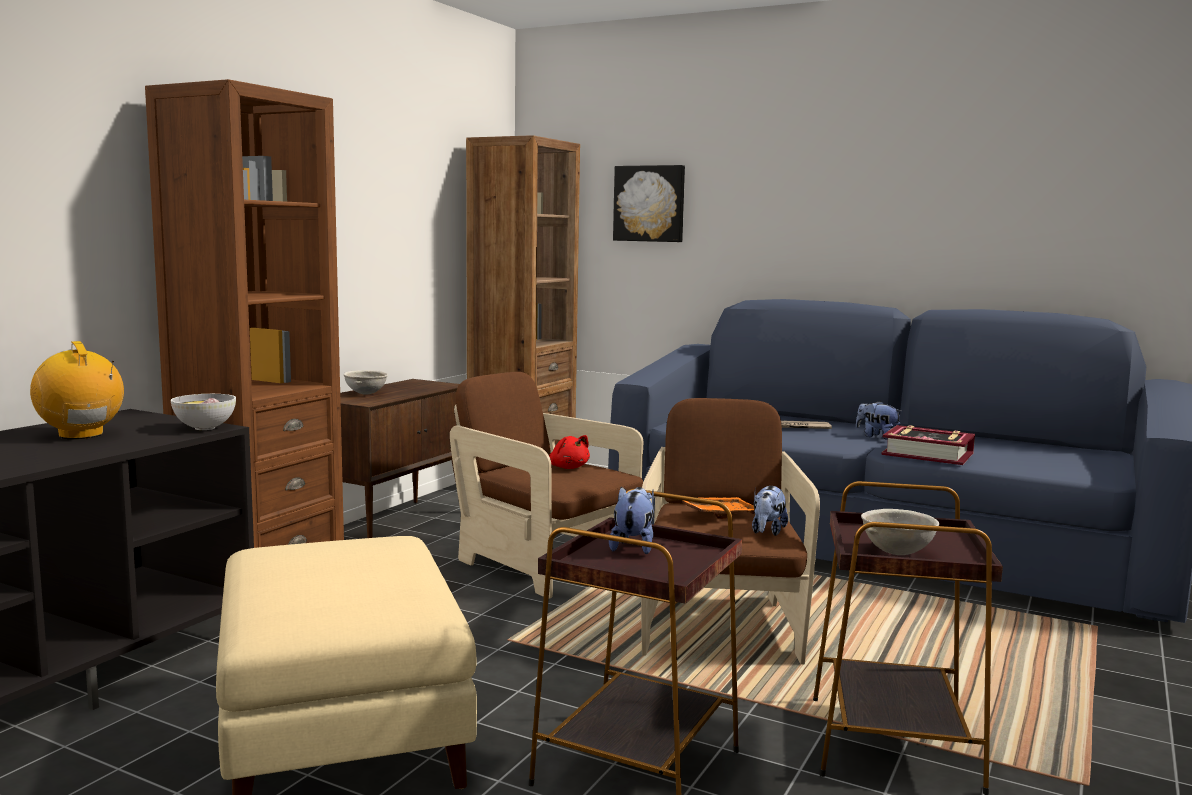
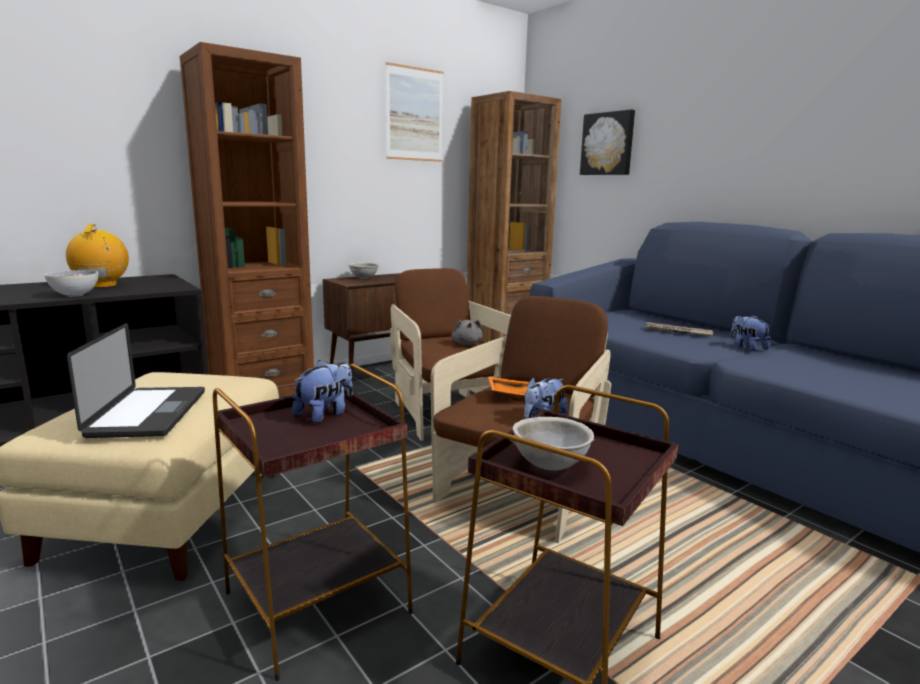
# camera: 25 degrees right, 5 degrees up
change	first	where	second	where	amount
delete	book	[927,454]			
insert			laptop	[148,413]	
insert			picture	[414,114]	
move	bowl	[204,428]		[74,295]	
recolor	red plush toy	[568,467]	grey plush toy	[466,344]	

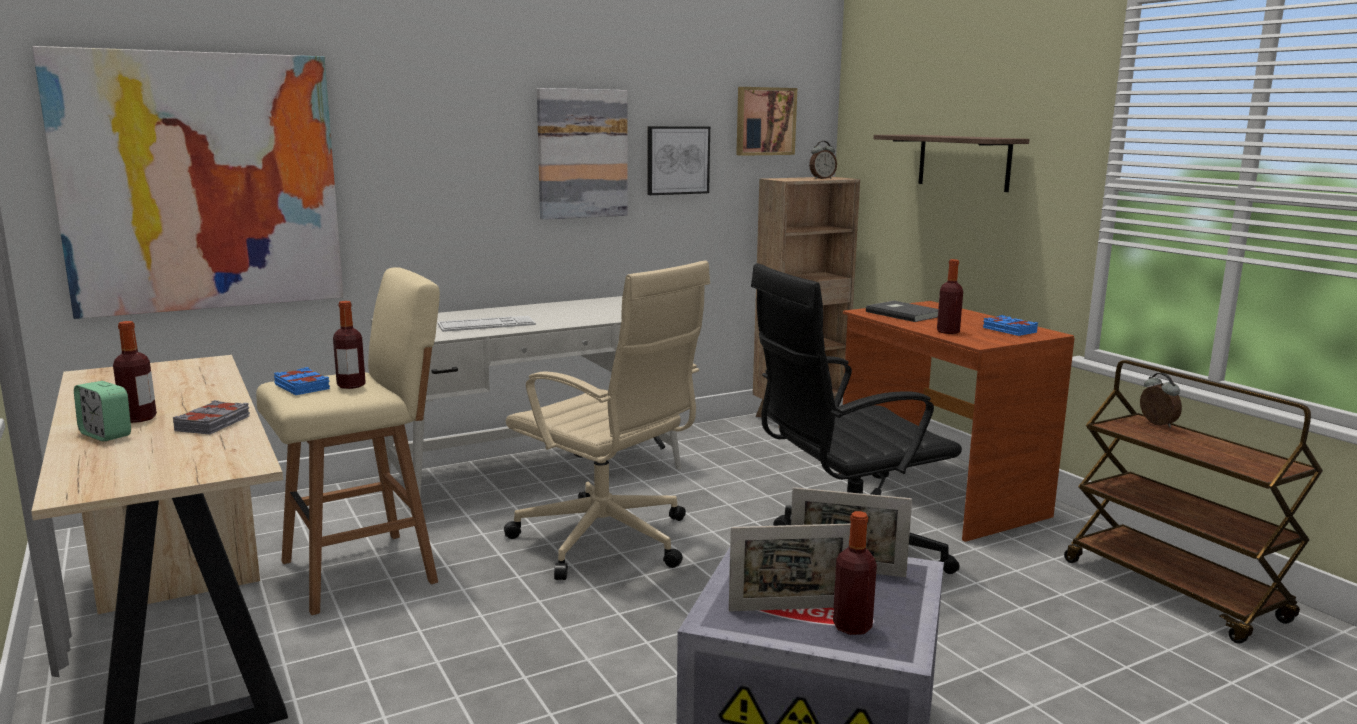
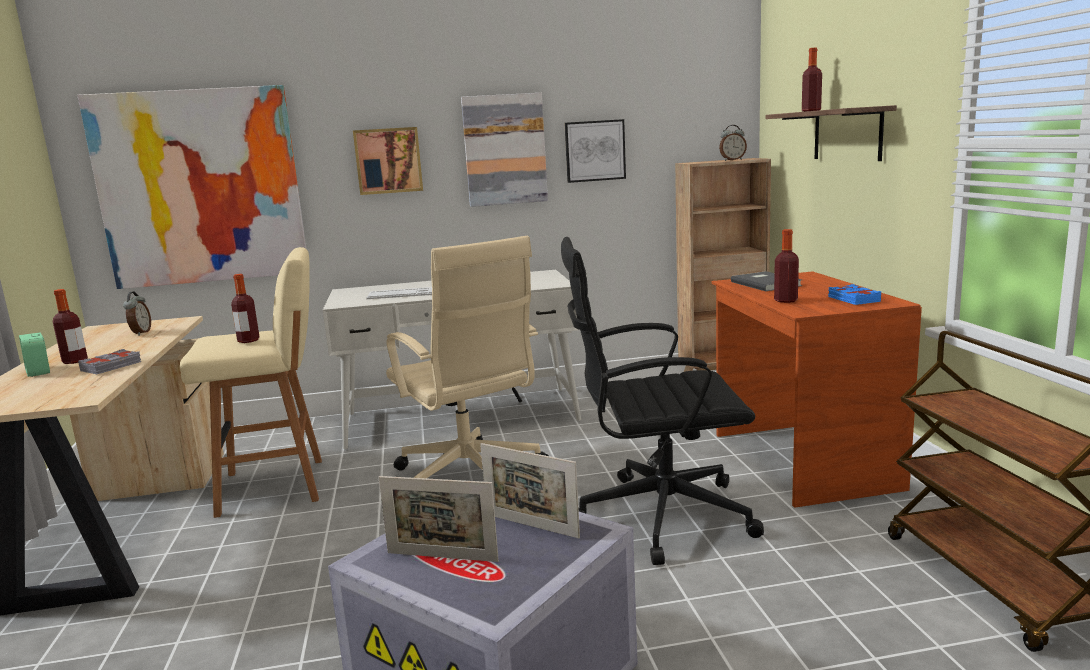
# camera: 20 degrees right, 0 degrees up
change	first	where	second	where	amount
delete	blue book	[303,387]			
move	picture	[764,121]		[388,160]	
move	bottle	[852,626]		[811,111]	
move	alarm clock	[1156,424]		[140,333]	

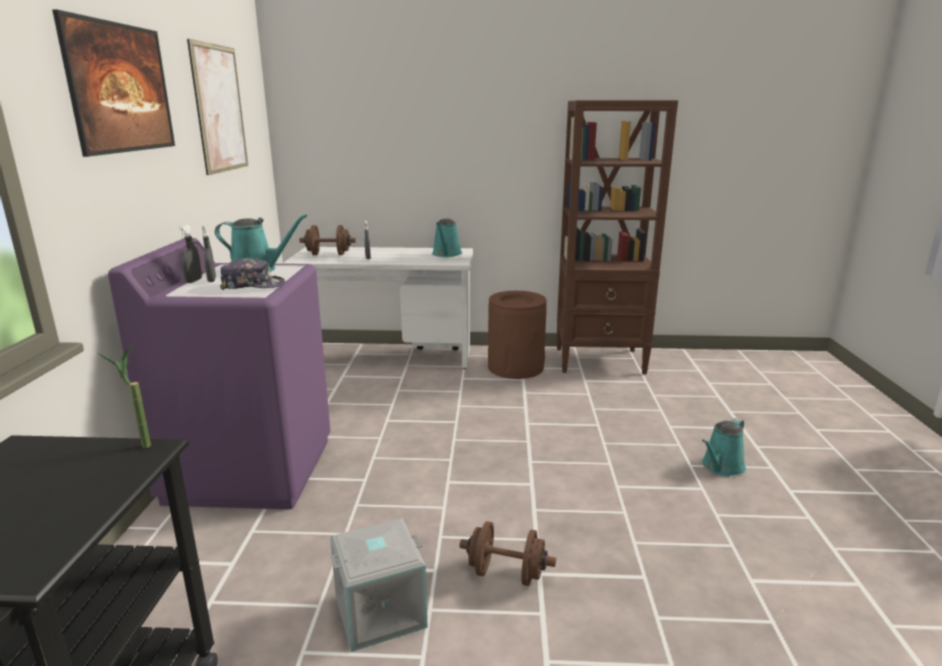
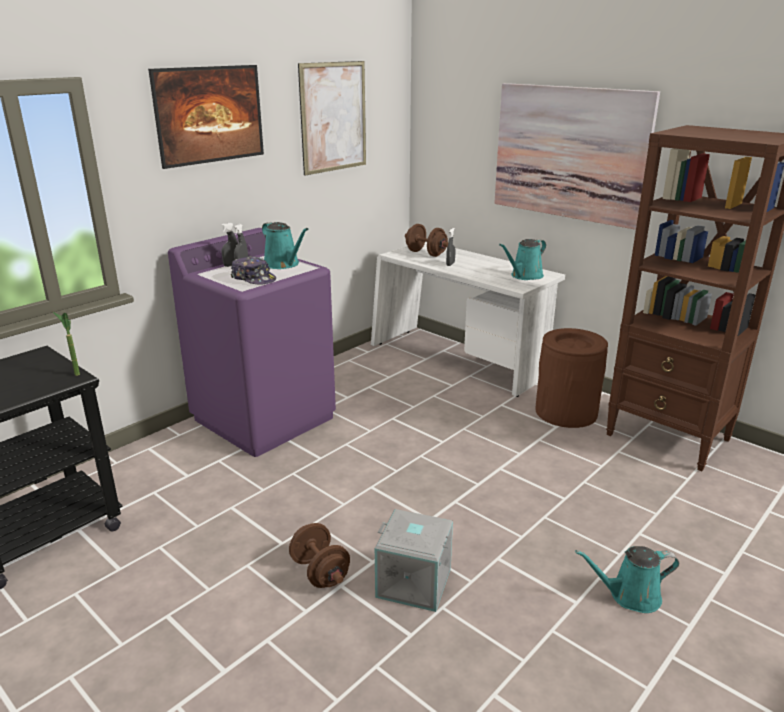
# camera: 40 degrees right, 5 degrees up
change	first	where	second	where	amount
insert			picture	[569,153]	
move	grey storage box	[380,610]		[414,581]	

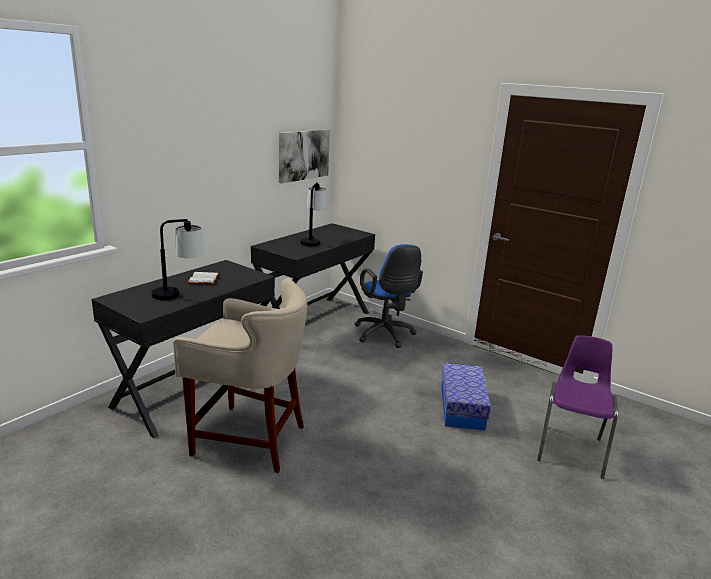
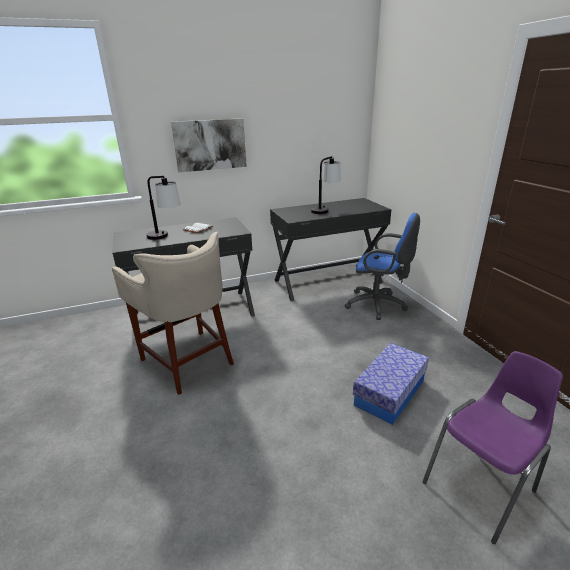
# camera: 35 degrees right, 5 degrees up
change	first	where	second	where	amount
move	picture	[303,155]		[210,145]	
rotate	blue office chair	[385,335]		[378,305]	75 degrees counterclockwise

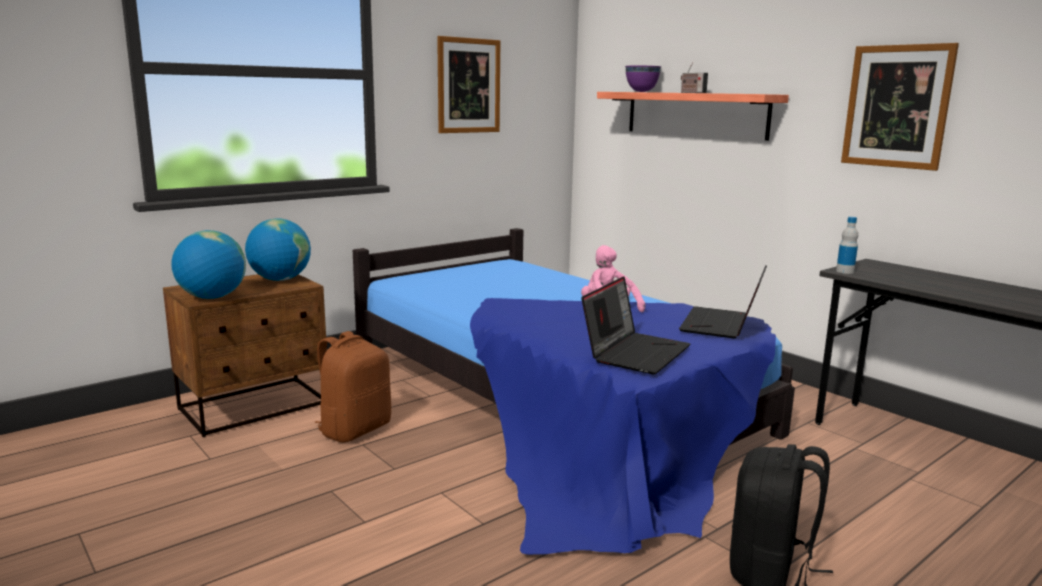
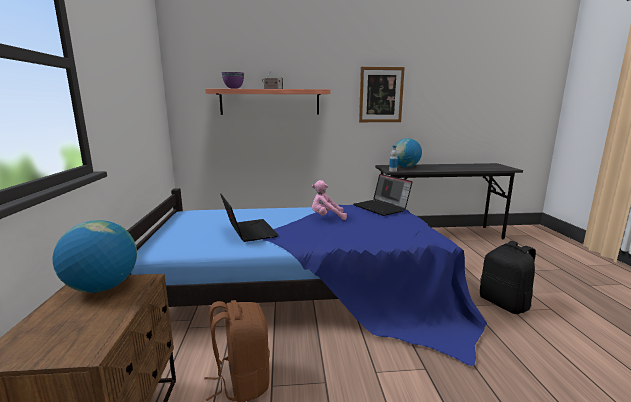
# camera: 55 degrees left, 0 degrees up
change	first	where	second	where	amount
delete	picture	[468,86]			
move	globe	[212,297]		[405,167]	
move	laptop	[635,352]		[248,231]	

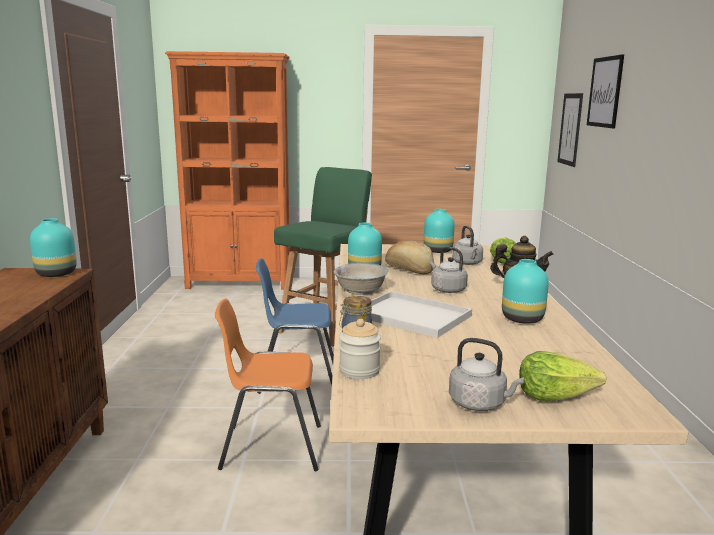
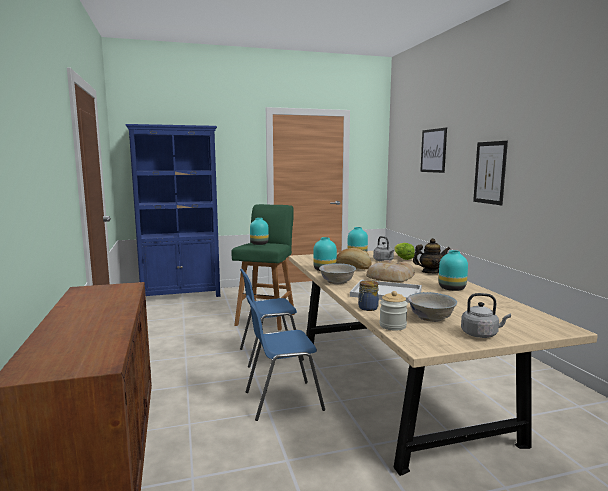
# camera: 15 degrees left, 5 degrees down
change	first	where	second	where	amount
delete	lettuce	[554,396]			
insert			white bowl	[431,317]	
move	turquoise vase	[56,273]		[259,244]	
move	picture	[570,129]		[490,172]	
replace	grey kettle	[446,289]	bread	[389,276]	
recolor	orange bookcase	[239,283]	blue bookcase	[182,295]	
recolor	orange chair	[271,447]	blue chair	[282,400]	

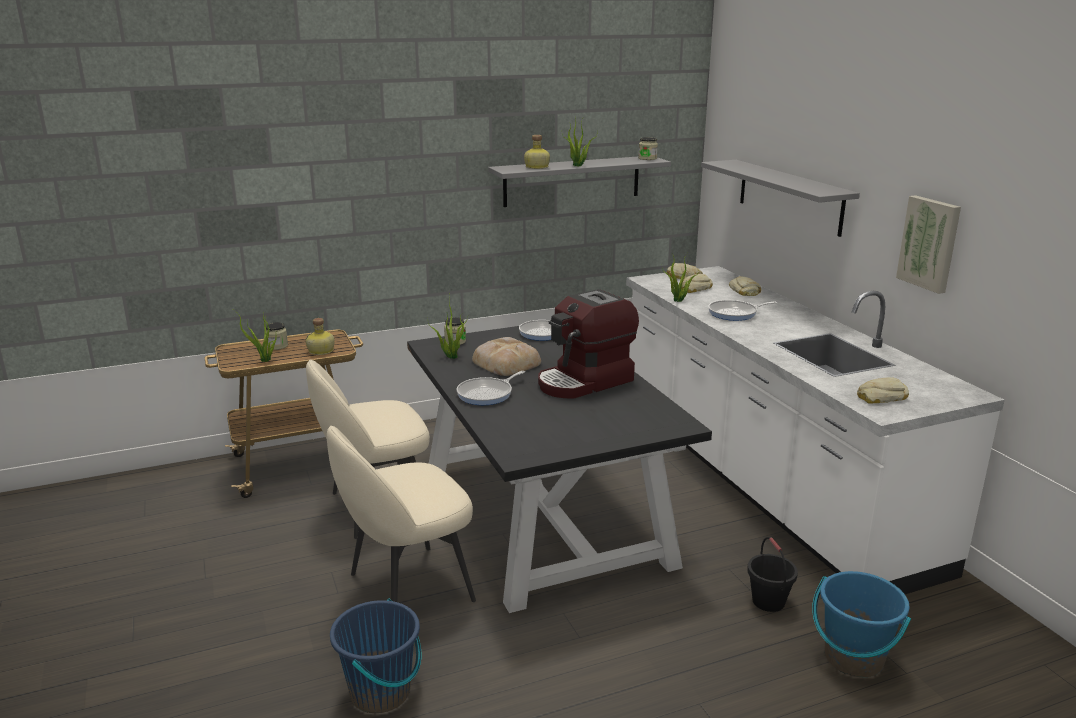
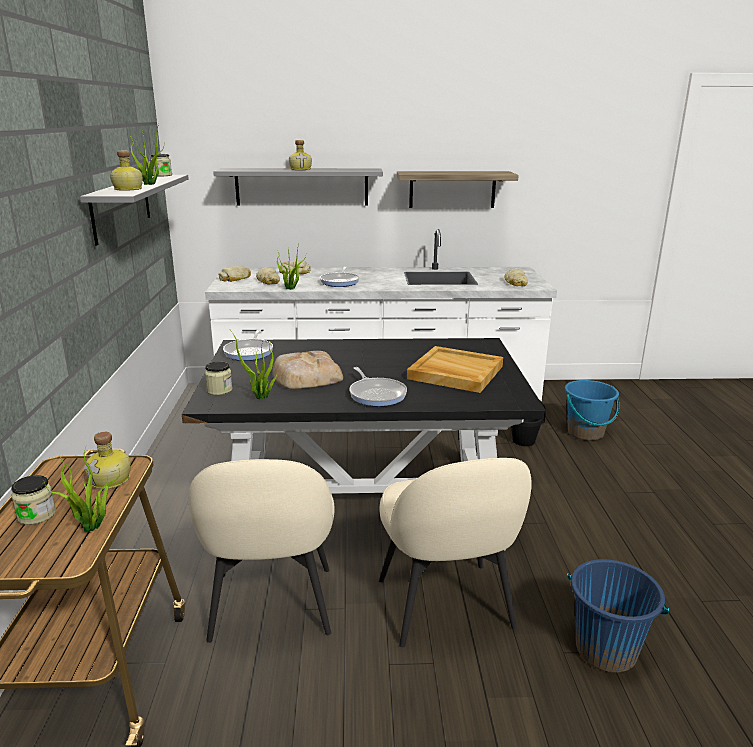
# camera: 70 degrees left, 0 degrees up
change	first	where	second	where	amount
delete	coffee machine	[585,382]			
insert			bottle	[301,169]	
insert			beige tray	[454,372]	
replace	picture	[930,243]	shelf	[452,189]	

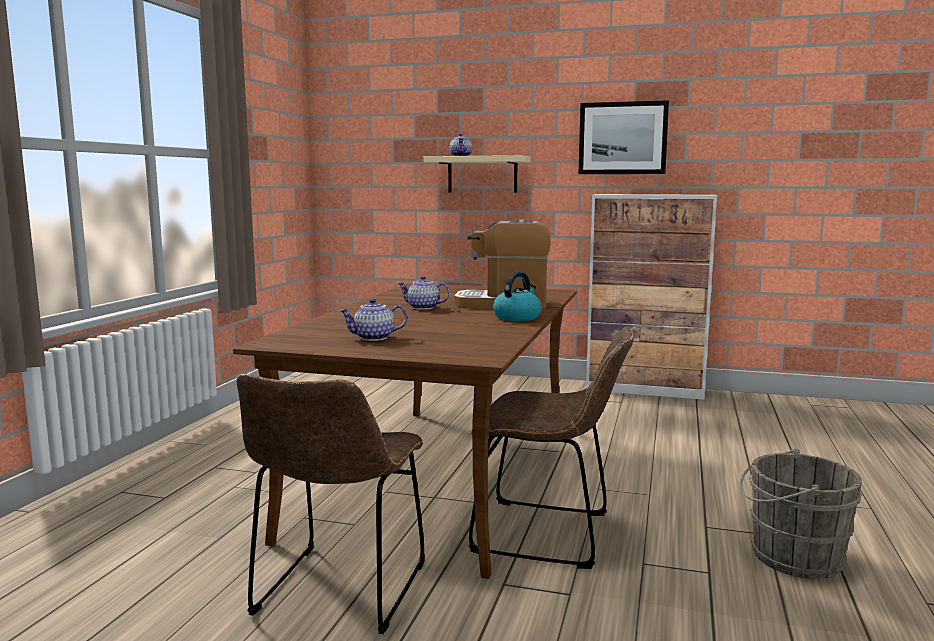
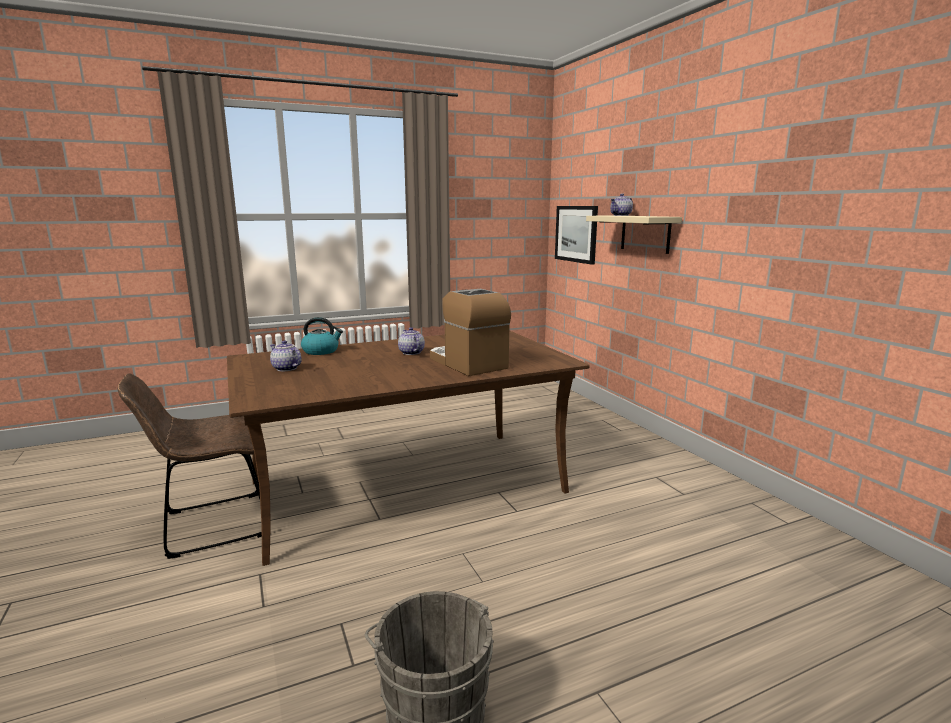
# camera: 50 degrees right, 5 degrees up
change	first	where	second	where	amount
delete	brown chair	[550,534]			
delete	cabinet	[645,390]			
move	kettle	[517,317]		[321,351]	
move	picture	[622,138]		[576,234]	

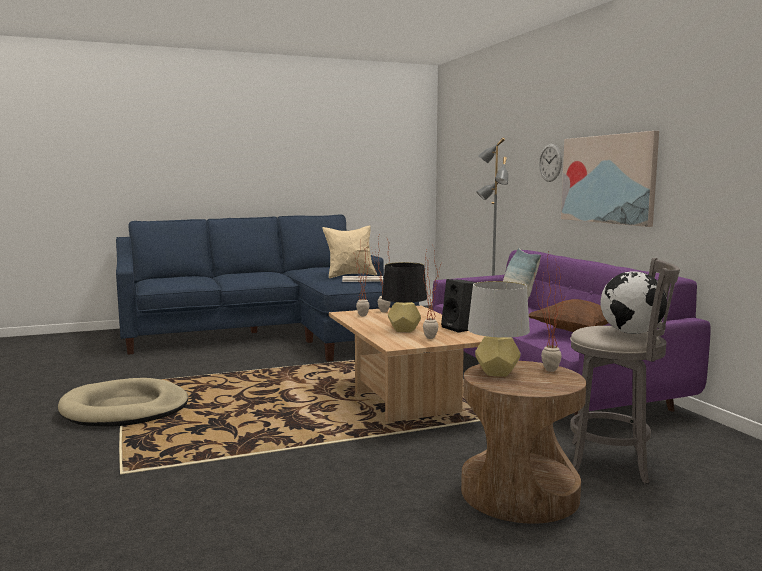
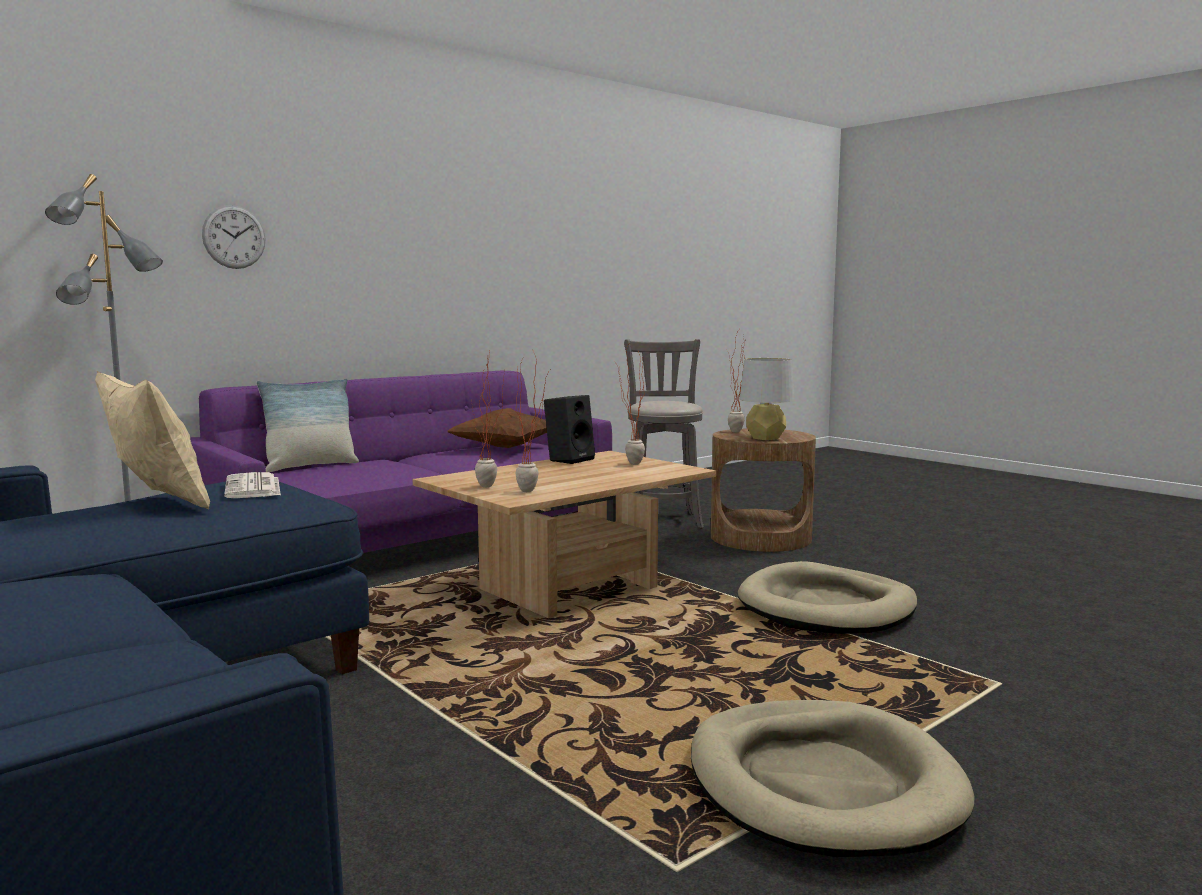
# camera: 110 degrees left, 0 degrees up
change	first	where	second	where	amount
delete	black table lamp	[404,330]			
delete	picture	[608,179]			
delete	globe	[631,333]			
insert			beige dog bed	[827,607]	

